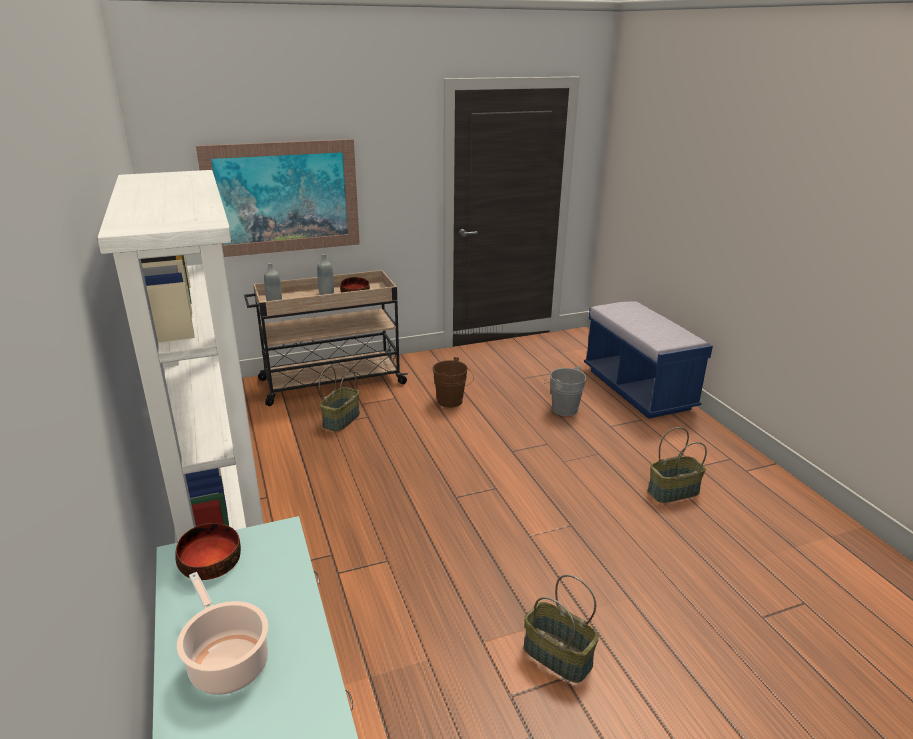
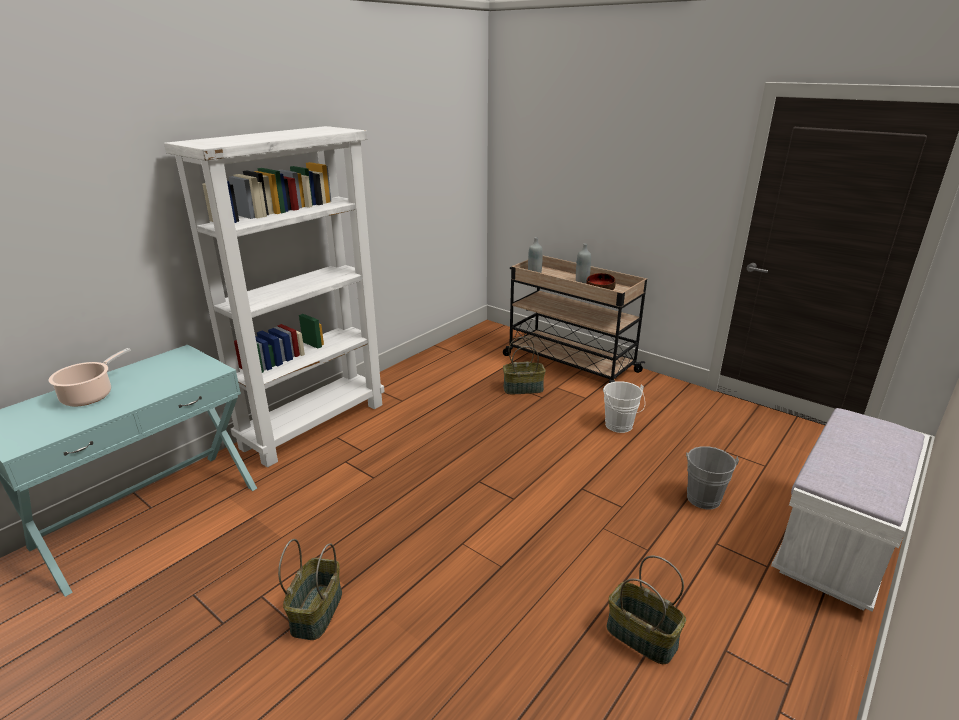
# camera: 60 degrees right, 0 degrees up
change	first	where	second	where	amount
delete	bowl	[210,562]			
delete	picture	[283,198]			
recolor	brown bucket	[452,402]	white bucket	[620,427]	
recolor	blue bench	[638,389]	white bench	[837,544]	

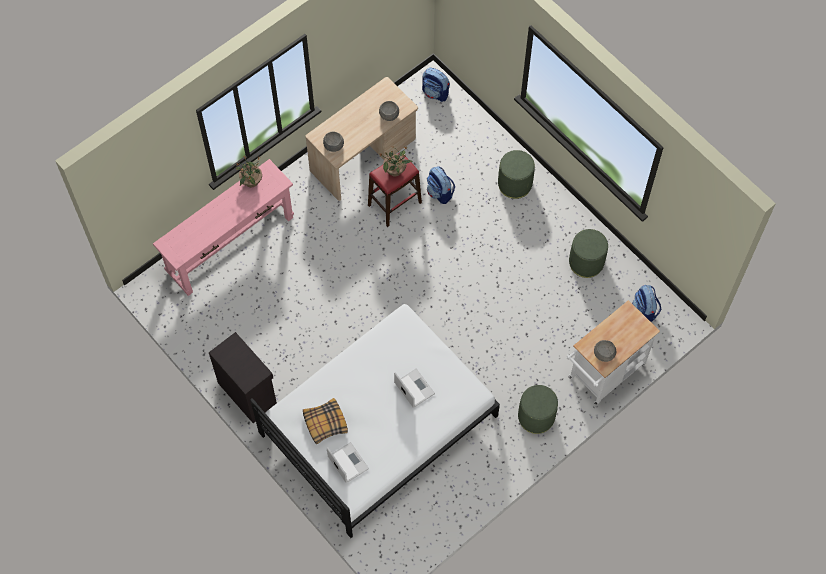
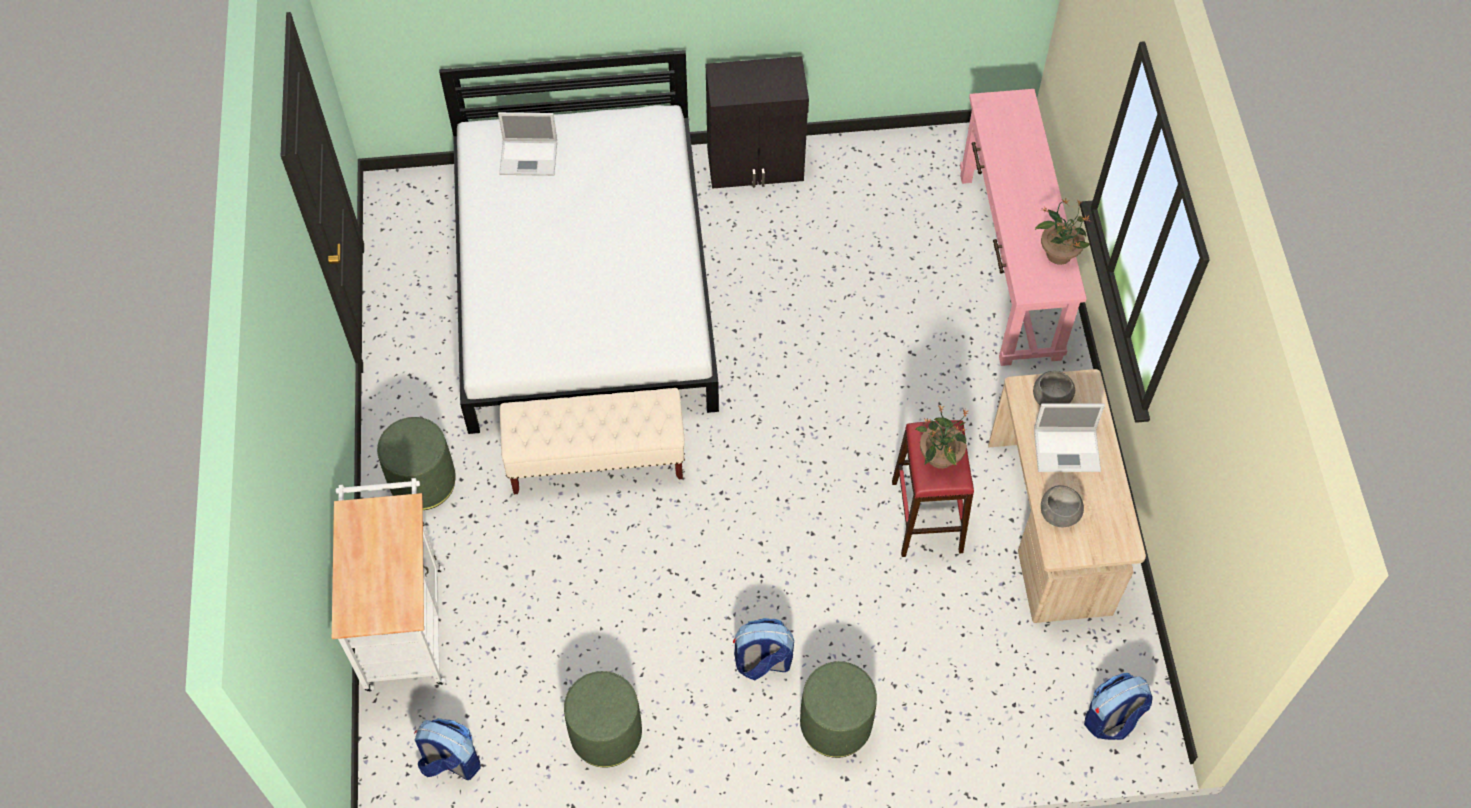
# camera: 125 degrees right, 5 degrees down
change	first	where	second	where	amount
delete	pillow	[325,423]			
delete	grey bowl	[604,354]			
insert			beige bench	[597,460]	
move	laptop	[414,388]		[1068,450]	
move	backpack	[440,193]		[762,662]	

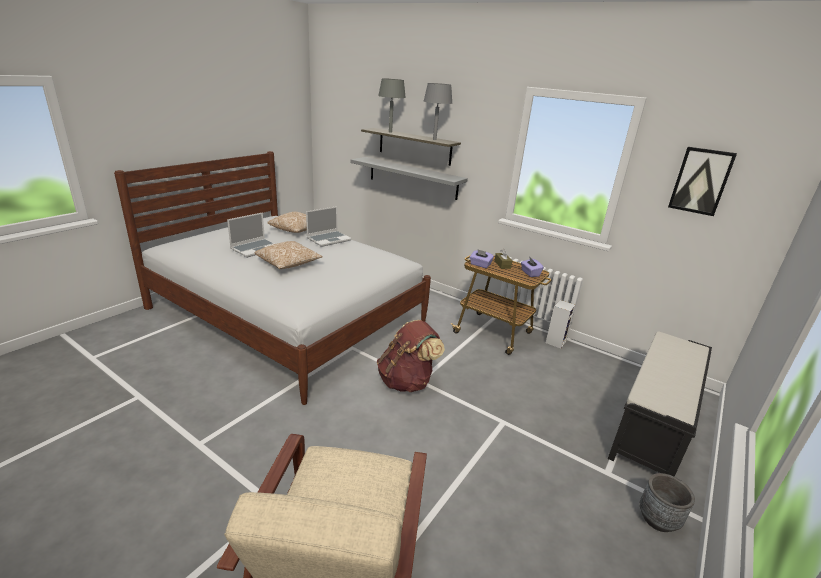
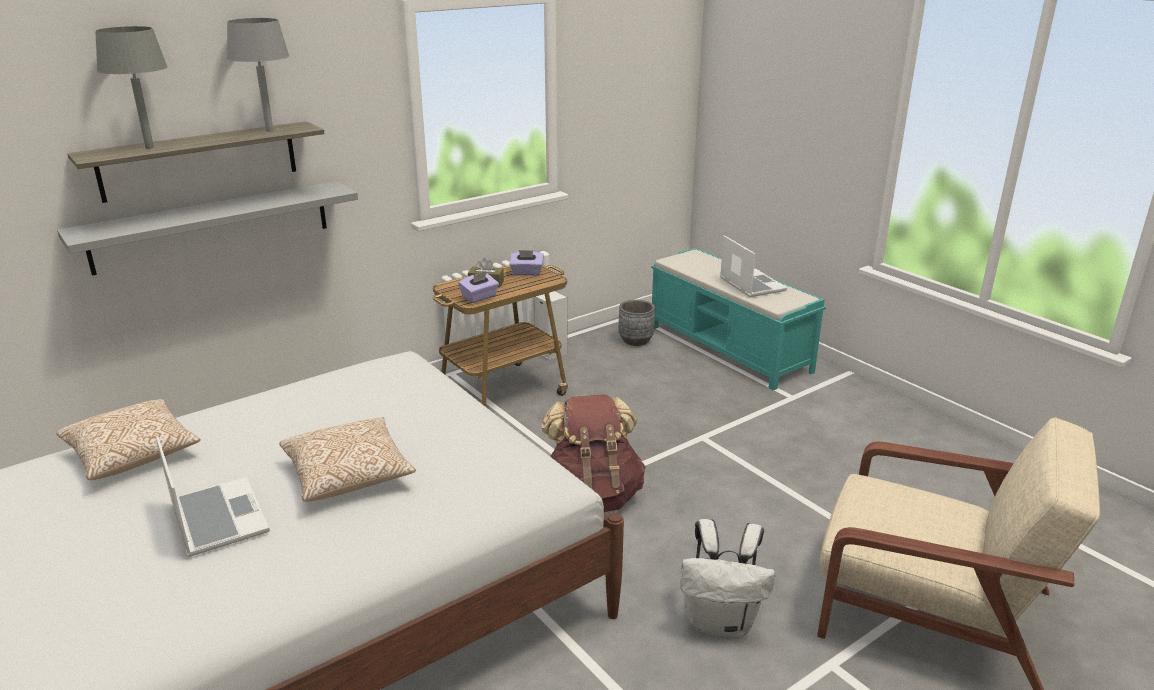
# camera: 70 degrees left, 0 degrees up
change	first	where	second	where	amount
delete	picture	[701,181]			
insert			white backpack	[721,622]	
move	laptop	[329,239]		[751,284]	
move	grey planter	[658,519]		[636,340]	
recolor	black bench	[652,426]	turquoise bench	[729,349]	

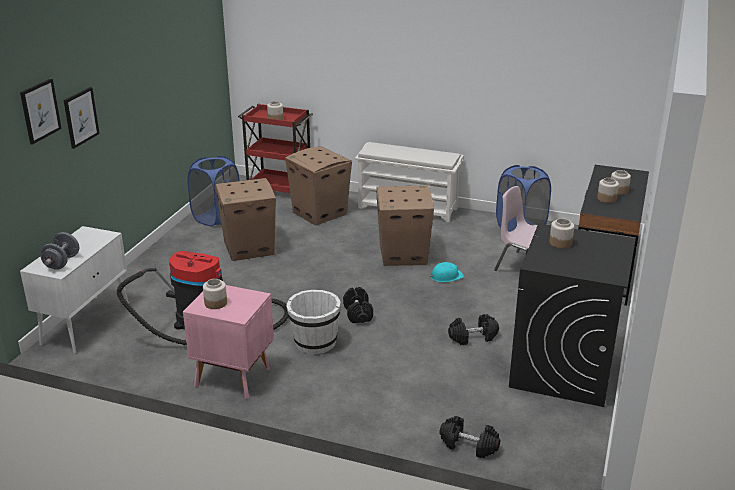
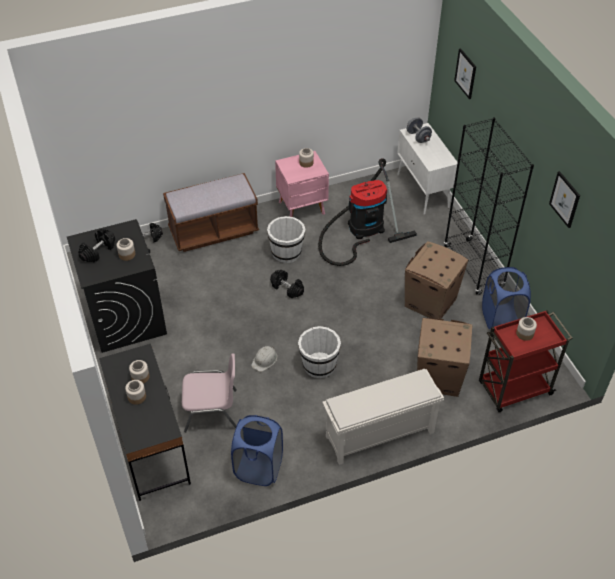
# camera: 140 degrees right, 20 degrees up
change	first	where	second	where	amount
insert			brown bench	[213,231]	
insert			black bookcase	[473,267]	
move	picture	[81,117]		[565,199]	
move	black dumbbell	[473,337]		[98,251]	
replace	cardboard box	[402,255]	white bucket	[319,365]	
recolor	turquoise hard hat	[446,276]	white hard hat	[265,360]	

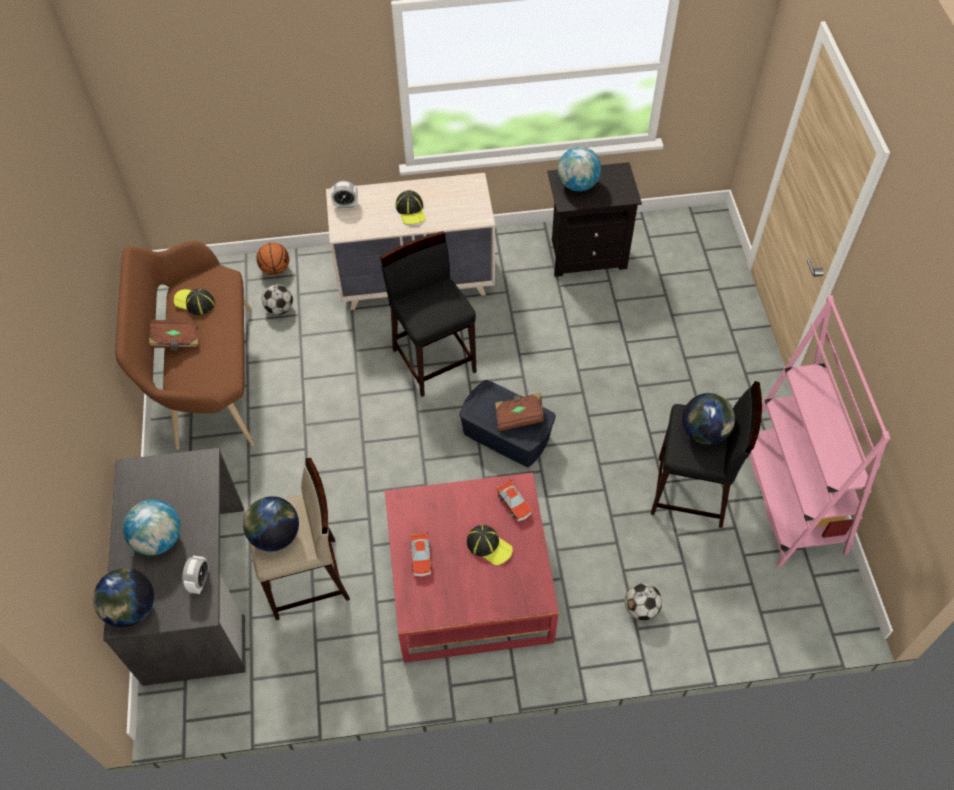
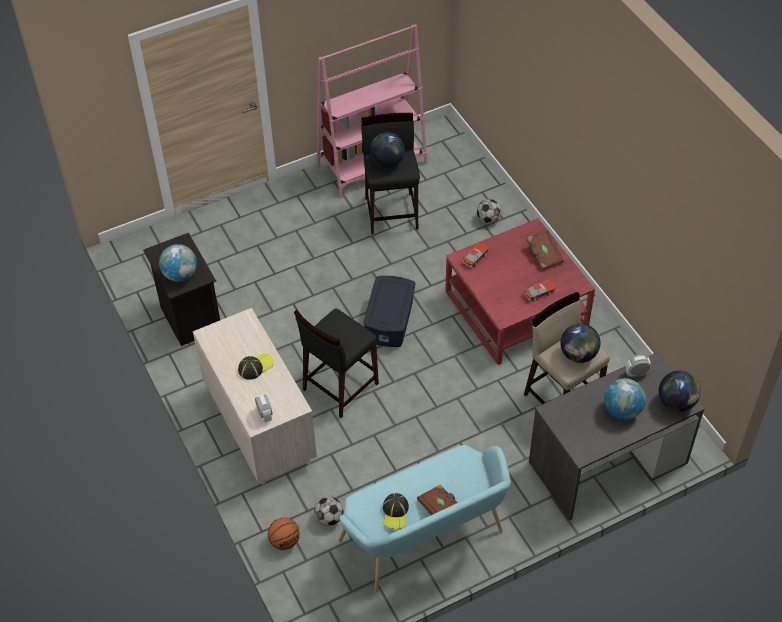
# camera: 110 degrees left, 5 degrees down
change	first	where	second	where	amount
delete	cap	[489,546]			
move	brown book	[519,417]		[543,255]	
recolor	brown bench	[207,380]	turquoise bench	[426,540]	

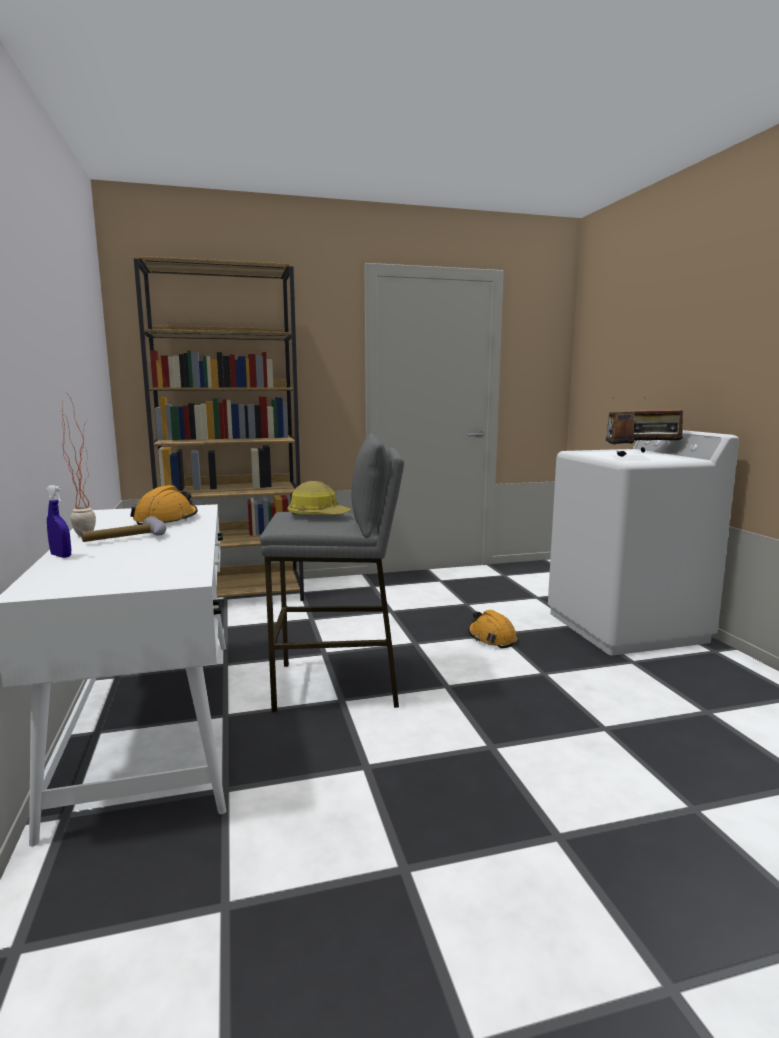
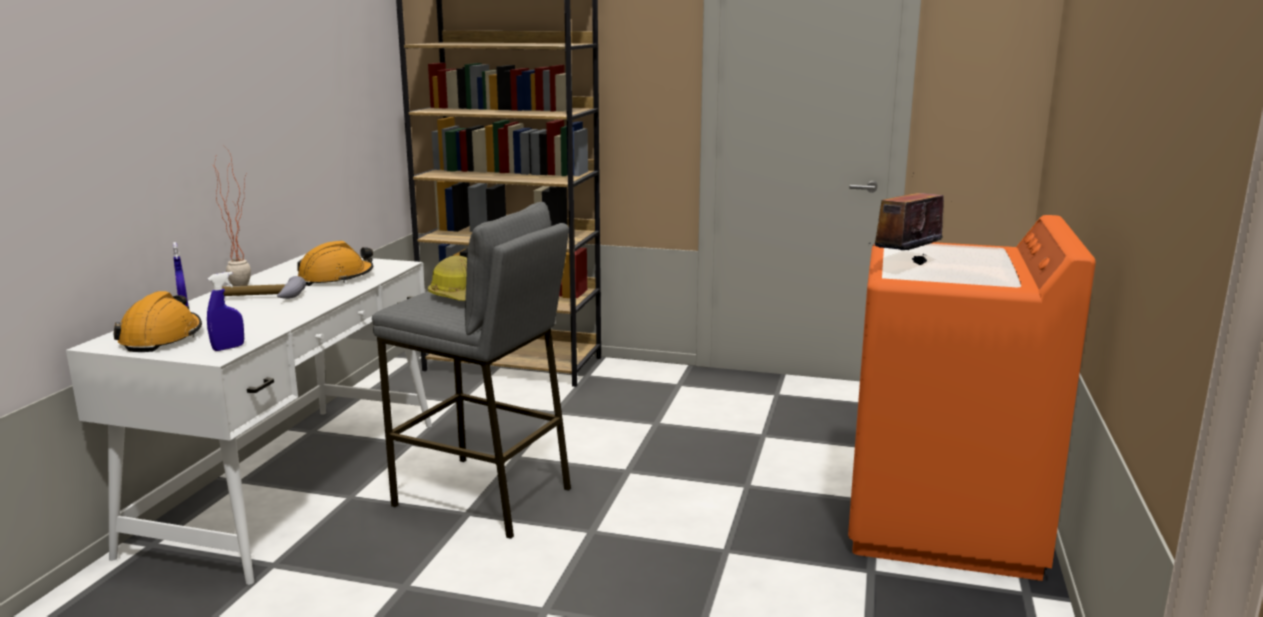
# camera: 30 degrees right, 5 degrees up
change	first	where	second	where	amount
delete	radio	[652,453]			
insert			blue spray bottle	[228,348]	
move	orange hard hat	[491,638]		[161,338]	
recolor	white washing machine	[626,627]	orange washing machine	[943,523]	

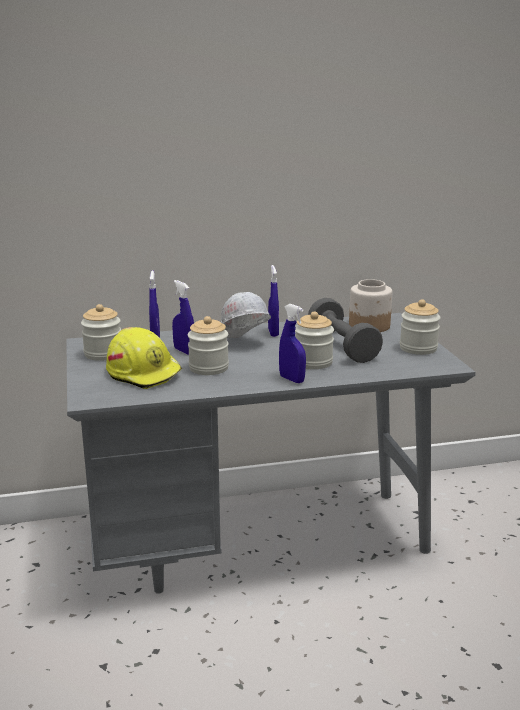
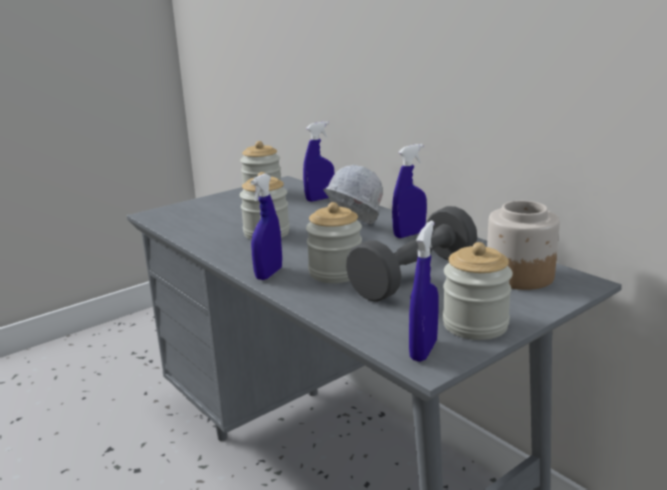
# camera: 65 degrees right, 0 degrees up
change	first	where	second	where	amount
delete	yellow hard hat	[144,373]			
move	blue spray bottle	[184,351]		[423,350]	

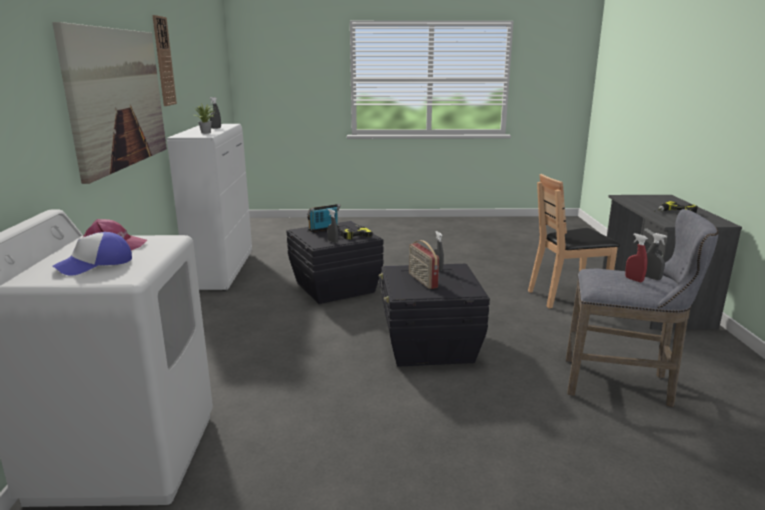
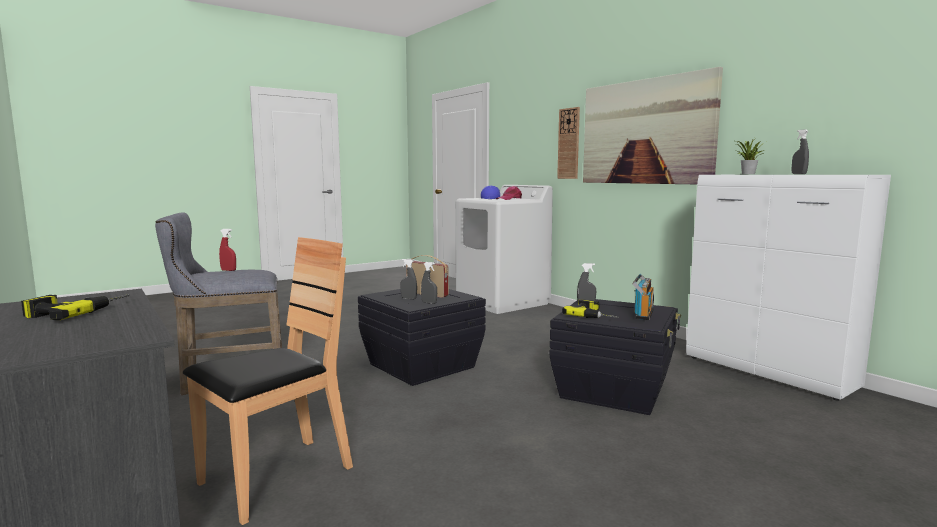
# camera: 145 degrees right, 10 degrees down
change	first	where	second	where	amount
move	wall clock	[163,61]		[569,143]	
move	grey spray bottle	[651,278]		[408,298]	

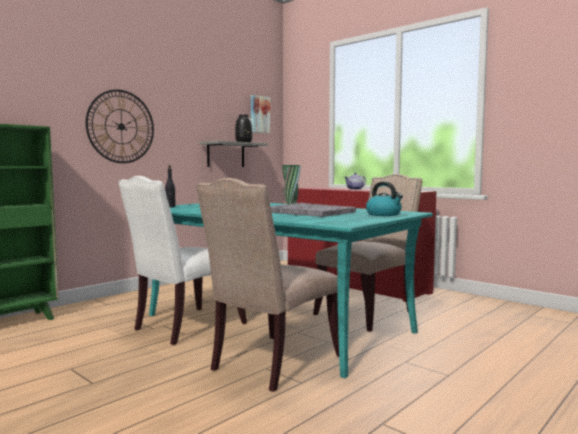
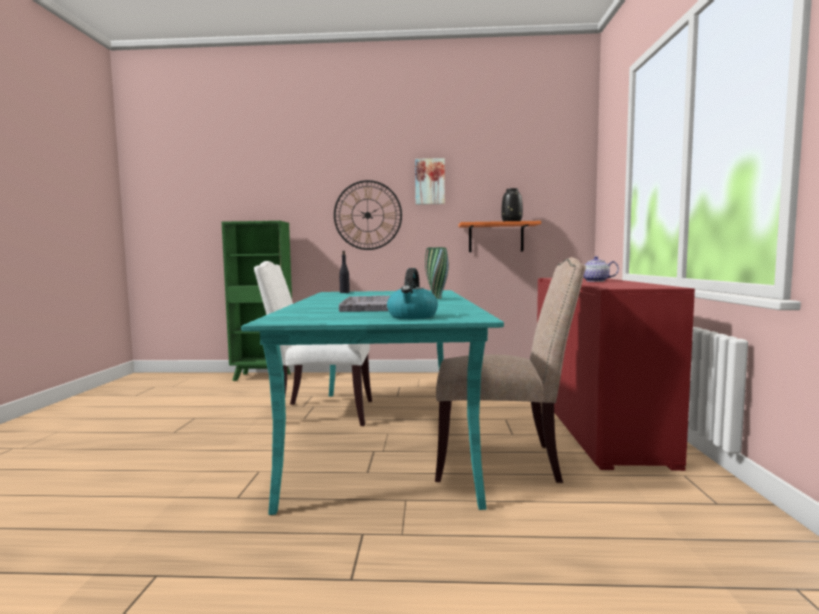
# camera: 50 degrees right, 0 degrees up
change	first	where	second	where	amount
delete	beige chair	[272,364]			
move	picture	[259,114]		[430,181]	
recolor	grey shelf	[225,155]	orange shelf	[496,237]	

